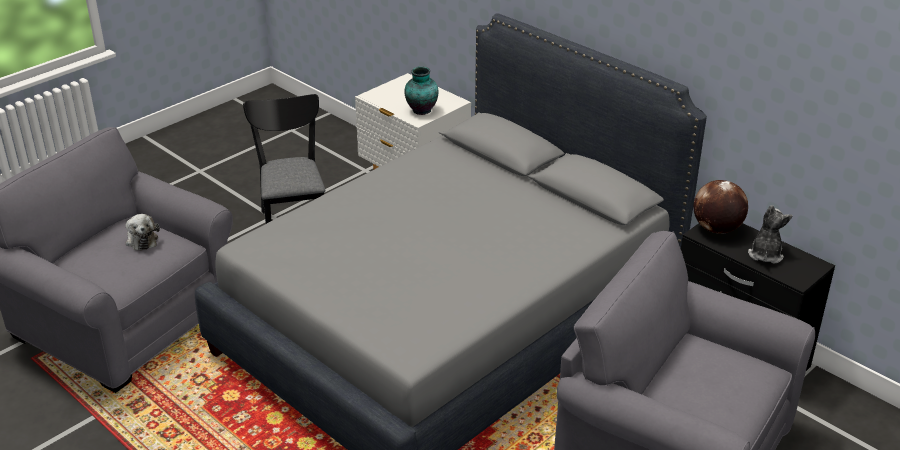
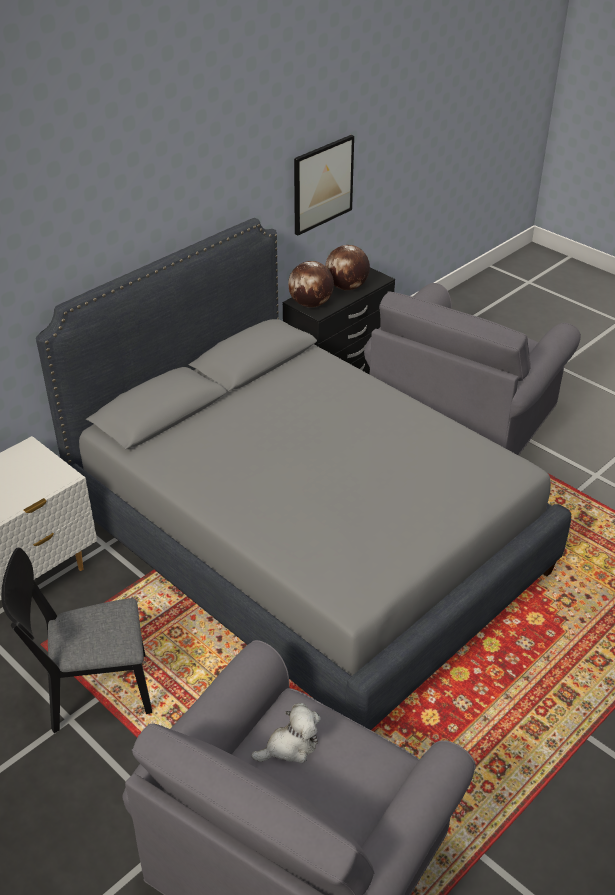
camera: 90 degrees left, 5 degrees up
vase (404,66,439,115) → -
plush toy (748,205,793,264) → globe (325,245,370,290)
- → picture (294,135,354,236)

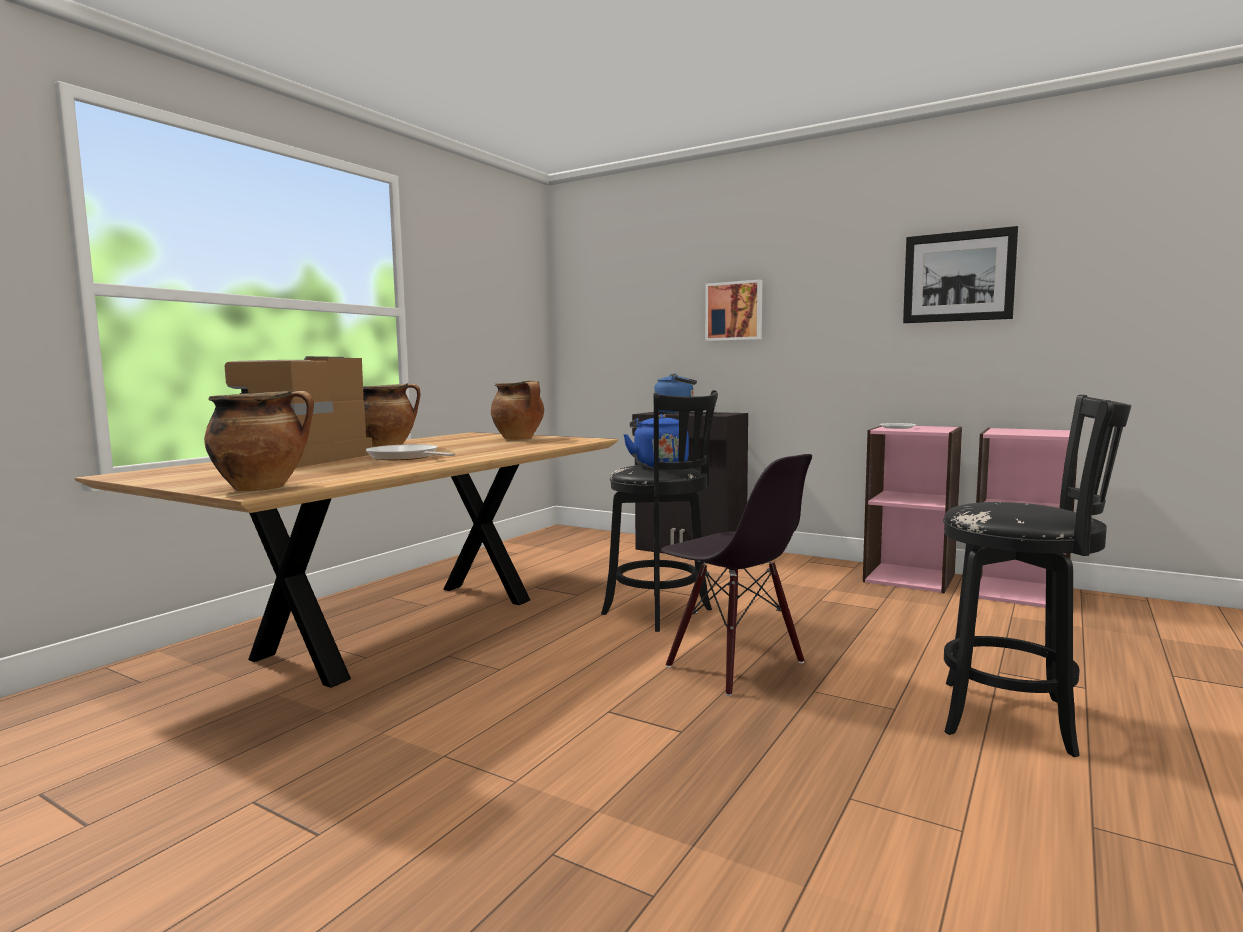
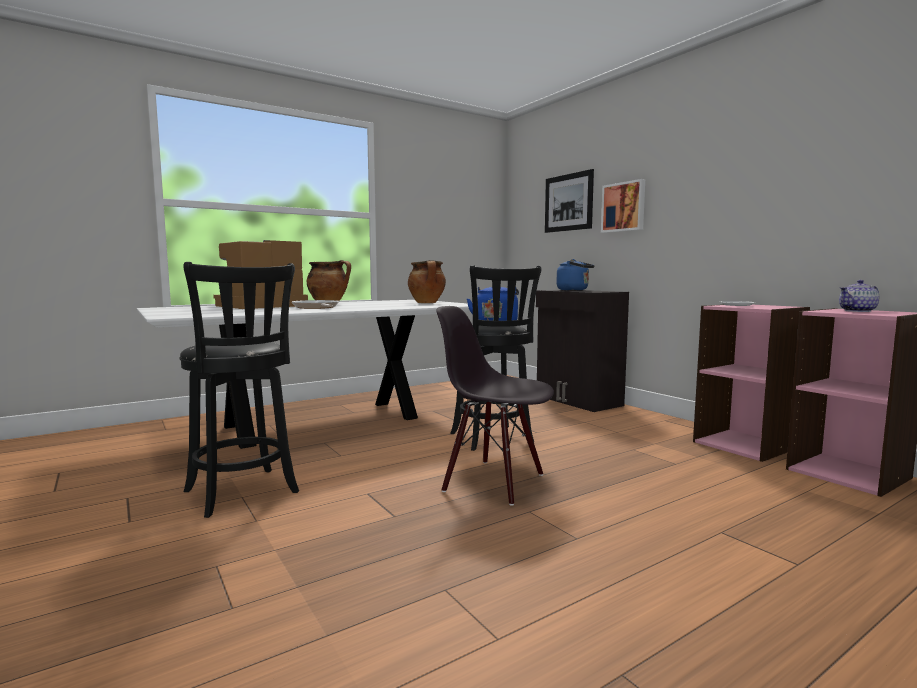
camera: 25 degrees right, 0 degrees up
brown dining table (75,432,618,688) → white dining table (136,300,471,449)
cooking pot (204,390,314,491) → -
black chair (661,454,812,696) → black chair (436,306,554,506), 135 degrees clockwise
picture (903,226,1018,323) → picture (545,169,594,233), shifted
black stool (943,395,1131,757) → black stool (179,262,299,518), shifted
- → teapot (839,280,879,312)

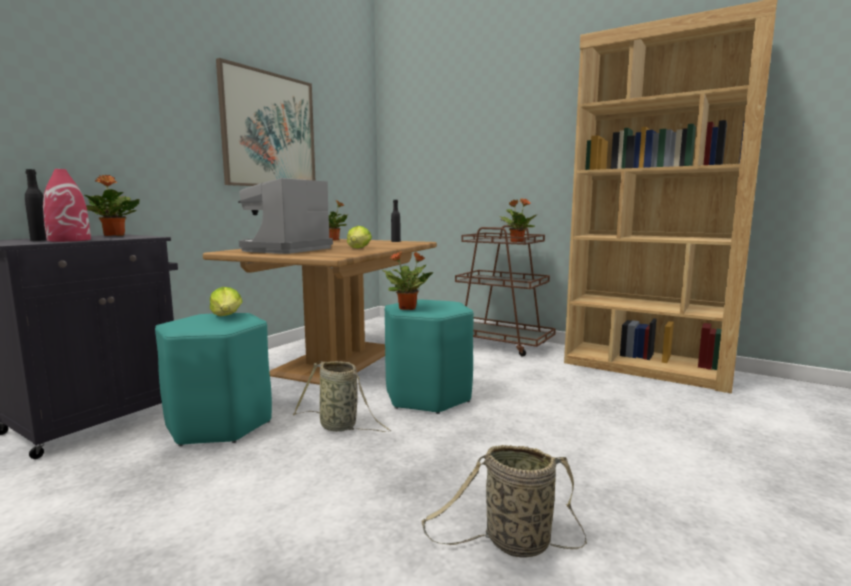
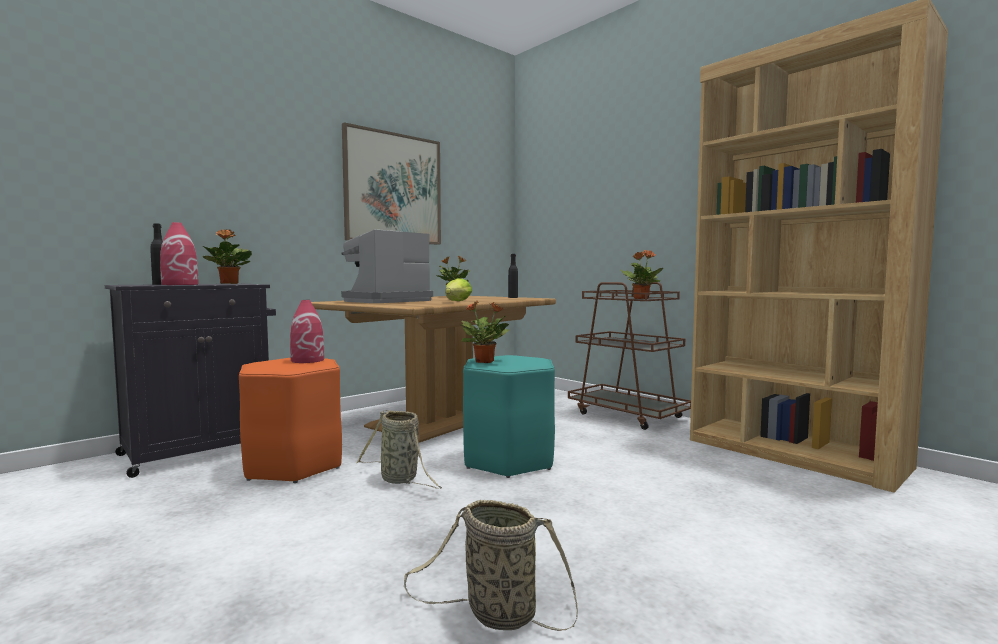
camera: 15 degrees right, 5 degrees down
turquoise stool (155,313,272,446) → orange stool (239,358,342,483)
lettuce (210,287,243,316) → red vase (290,300,324,363)

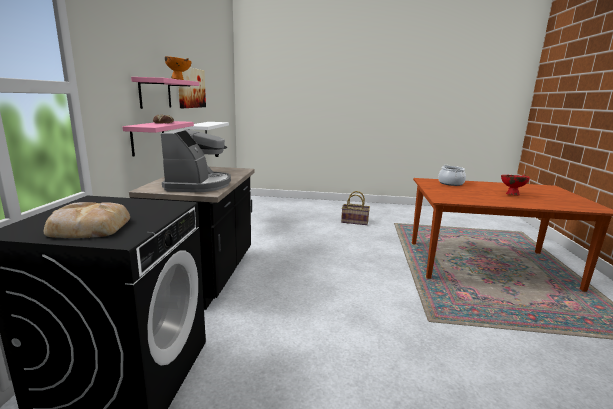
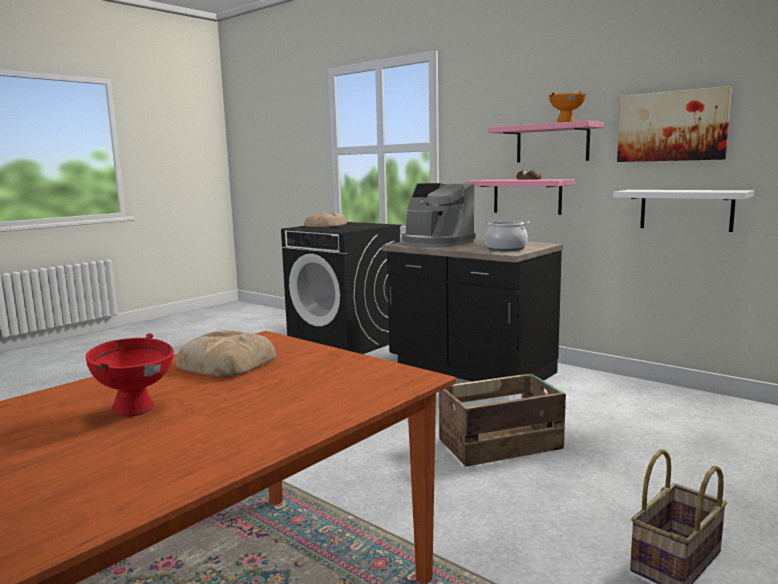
camera: 125 degrees right, 5 degrees down
cooking pot (438,165,466,186) → cooking pot (483,221,530,251), shifted
- → bread (176,330,276,377)
- → crate (439,373,566,467)

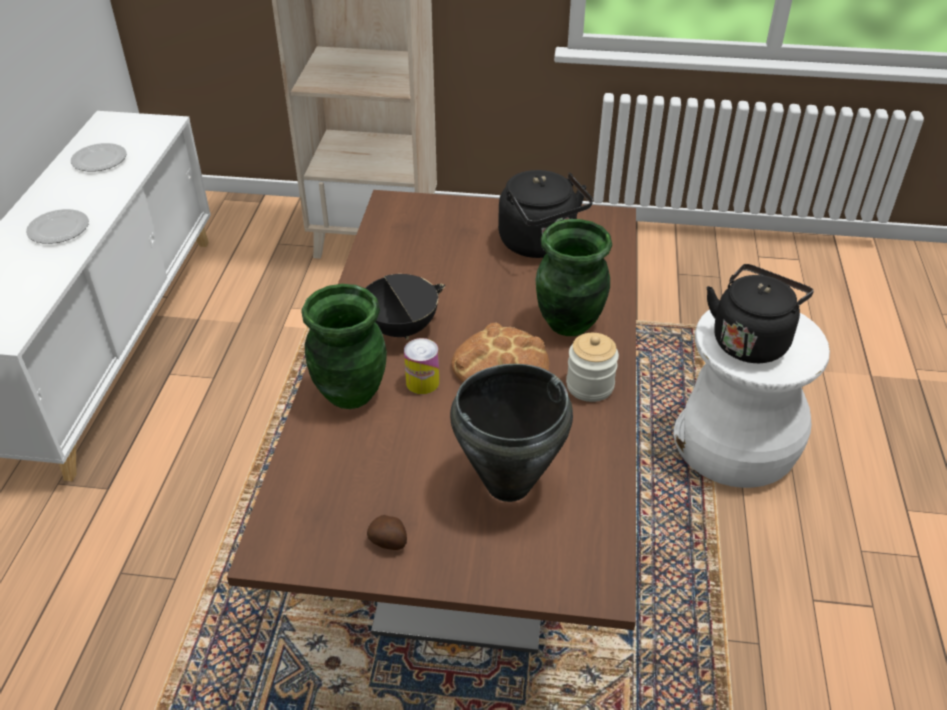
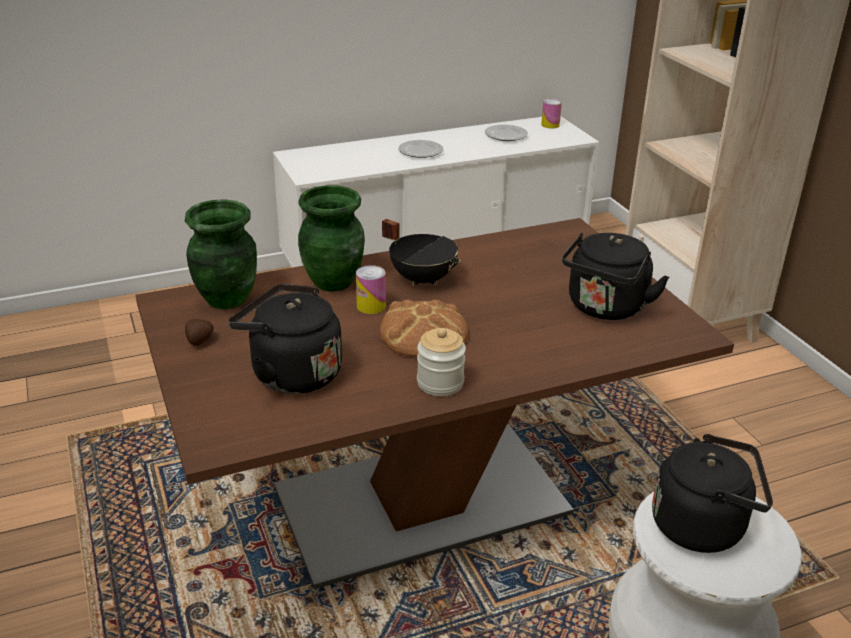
camera: 60 degrees right, 10 degrees down
black cooking pot (450,364,573,502) → black kettle (228,284,342,394)
green vase (535,219,612,336) → green vase (185,199,257,309), shifted
- → can (541,99,562,128)

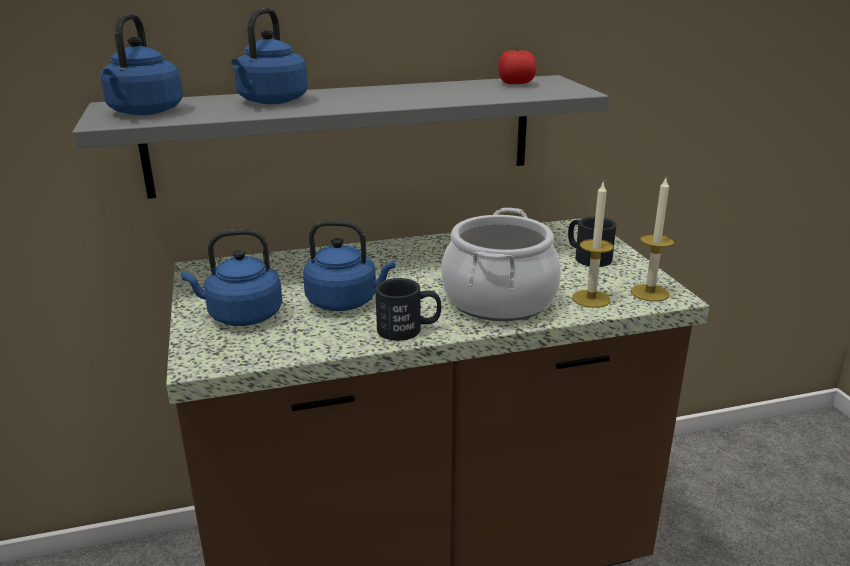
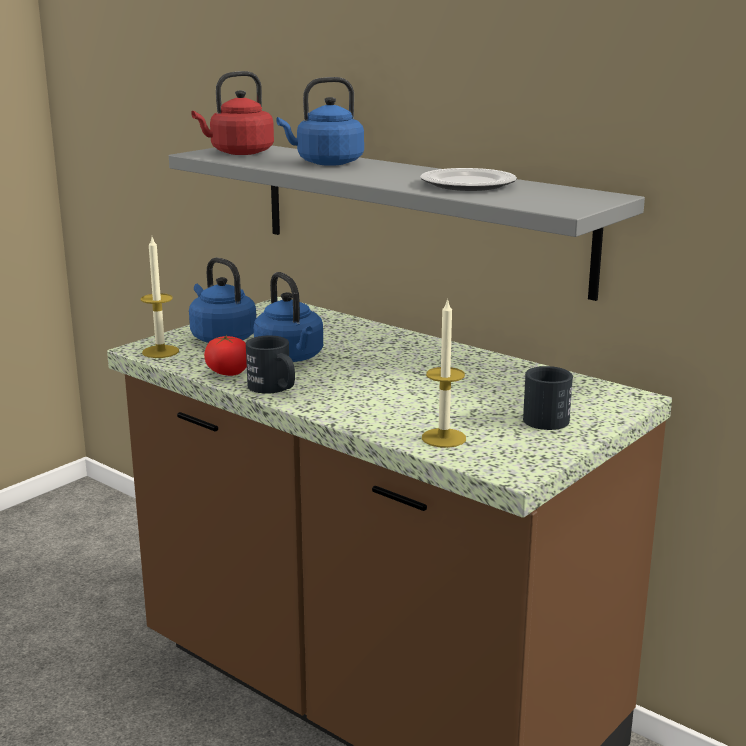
camera: 55 degrees right, 5 degrees down
blue kettle (100,13,183,115) → red kettle (191,71,274,155)
cooking pot (441,208,561,321) → -
tomato (498,49,536,84) → tomato (204,335,247,376), shifted
candle (631,178,674,302) → candle (141,237,179,358), shifted
- → plate (420,168,517,191)

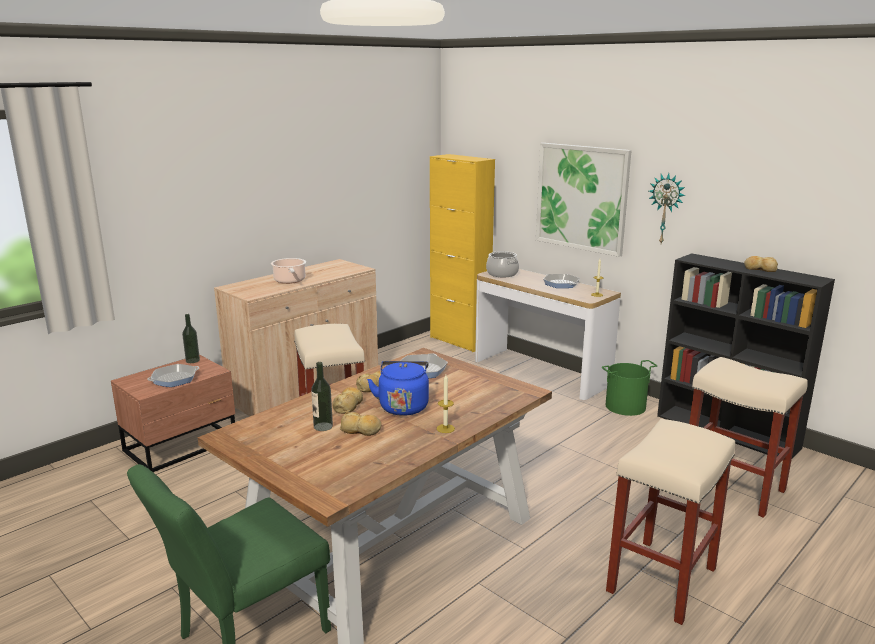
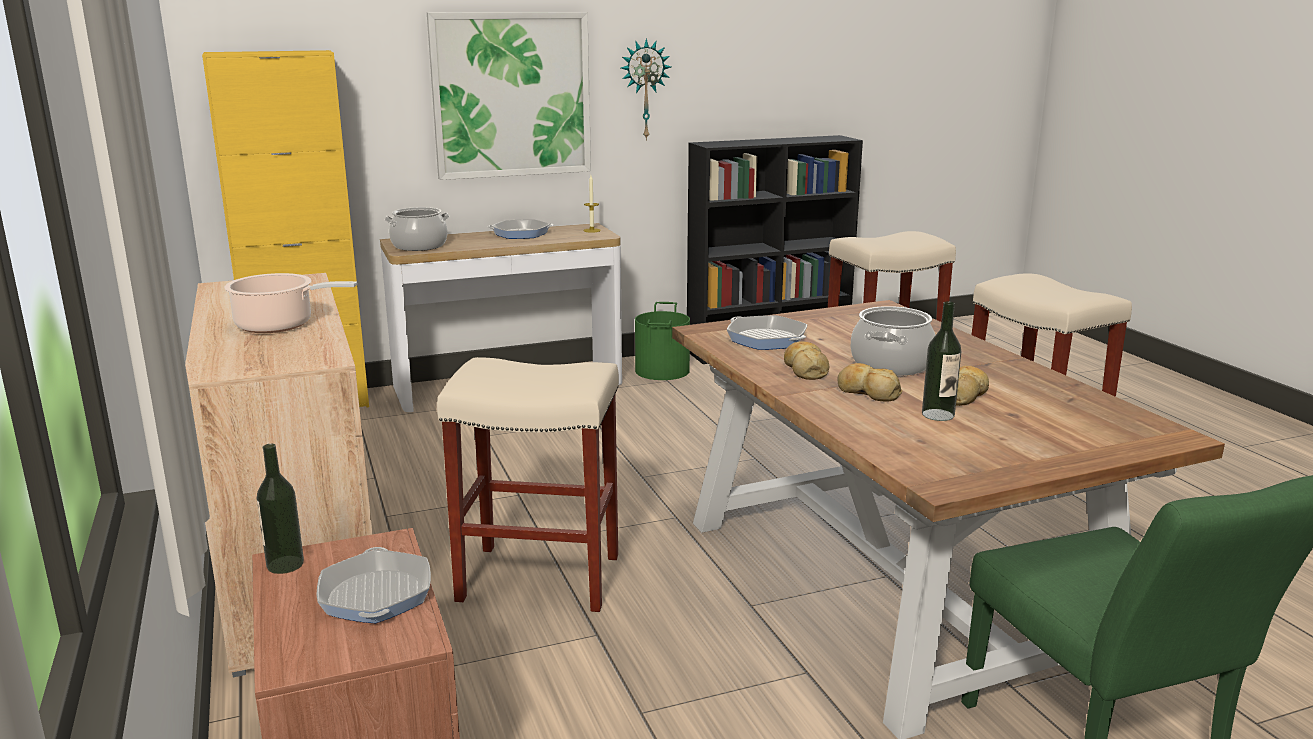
camera: 65 degrees left, 0 degrees up
blue kettle (367,361,429,416) → cooking pot (851,306,935,376)
candle (436,375,455,433) → -
bread (744,256,778,272) → -

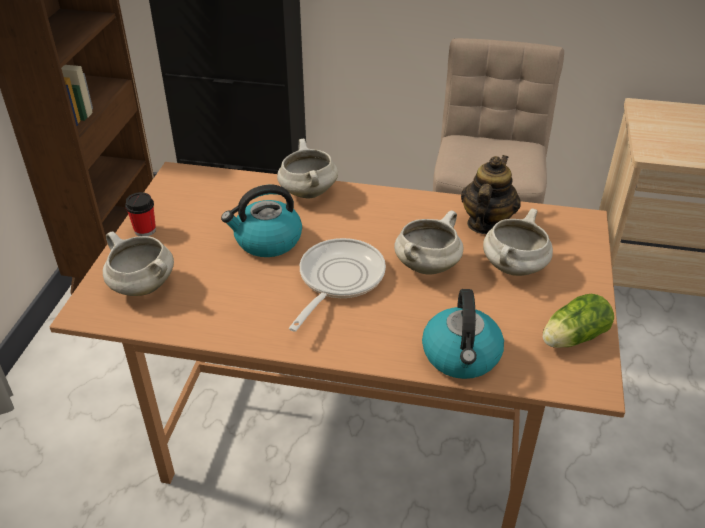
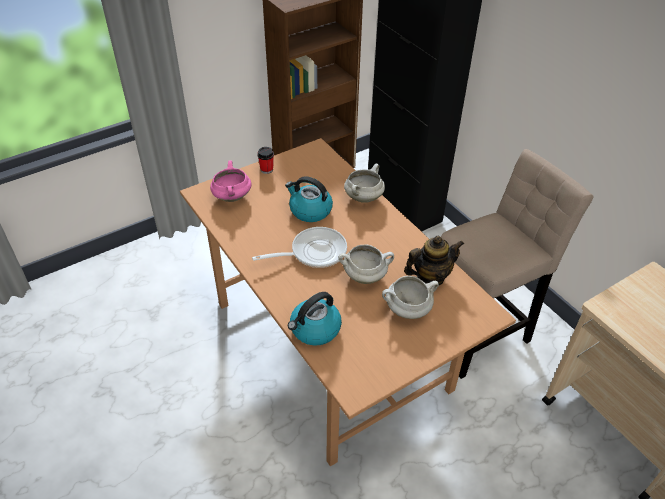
camera: 45 degrees right, 5 degrees up
white cooking pot (103,231,174,296) → pink cooking pot (210,160,252,202)
lettuce (543,294,614,348) → -

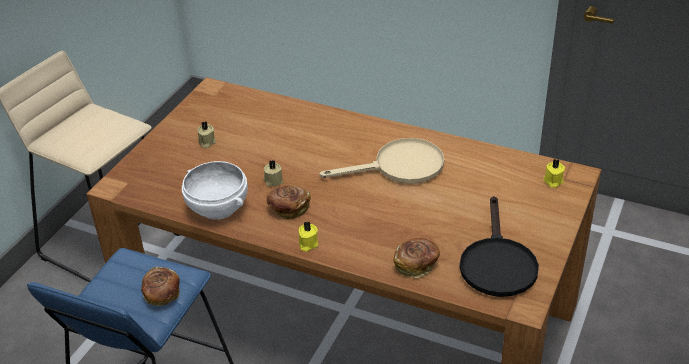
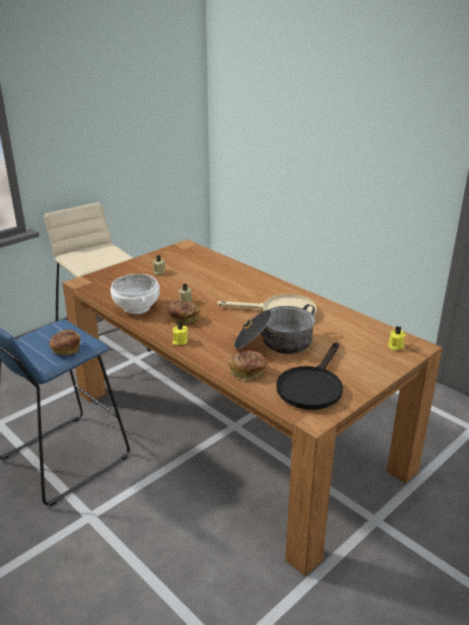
camera: 20 degrees right, 10 degrees down
- → cooking pot (234,304,315,354)

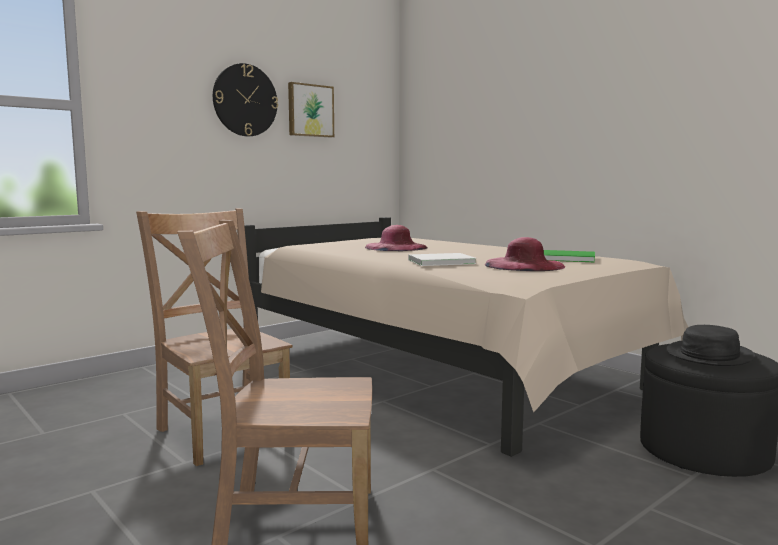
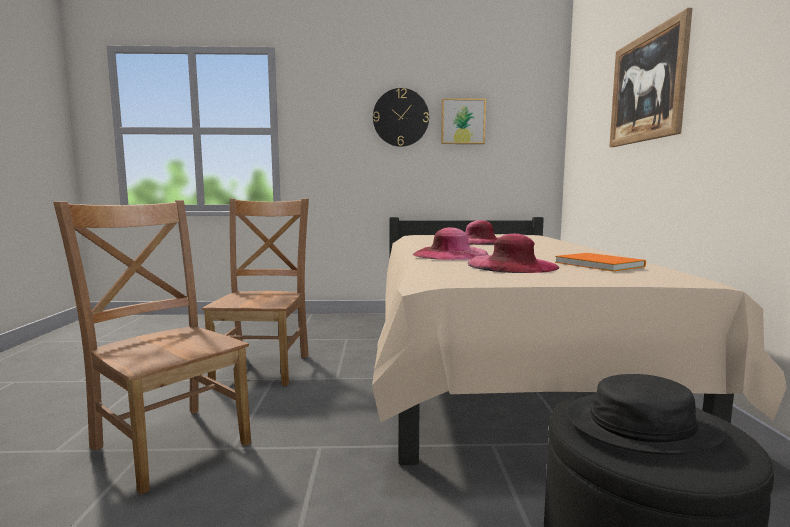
camera: 40 degrees right, 0 degrees up
white book (408,253,476,266) → pink hat (413,227,488,260)
green book (544,250,595,263) → orange book (555,253,646,272)
- → picture (609,8,692,147)

